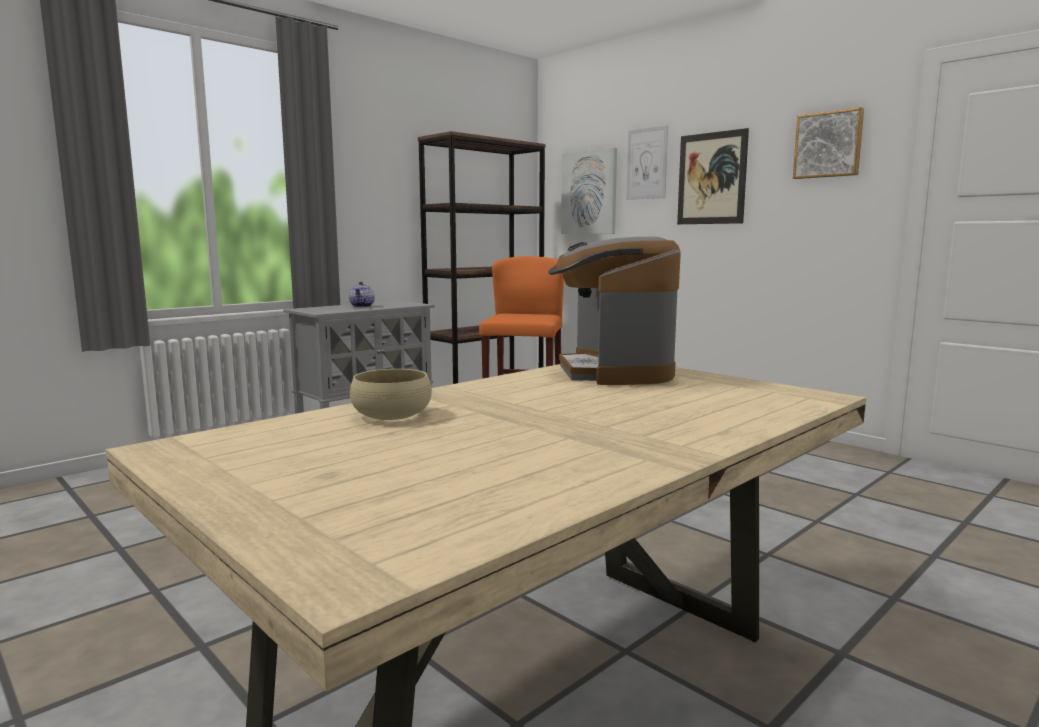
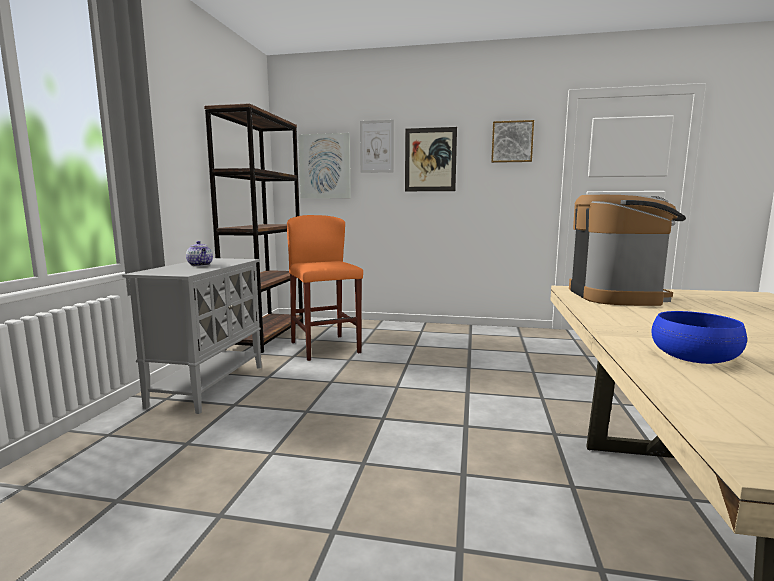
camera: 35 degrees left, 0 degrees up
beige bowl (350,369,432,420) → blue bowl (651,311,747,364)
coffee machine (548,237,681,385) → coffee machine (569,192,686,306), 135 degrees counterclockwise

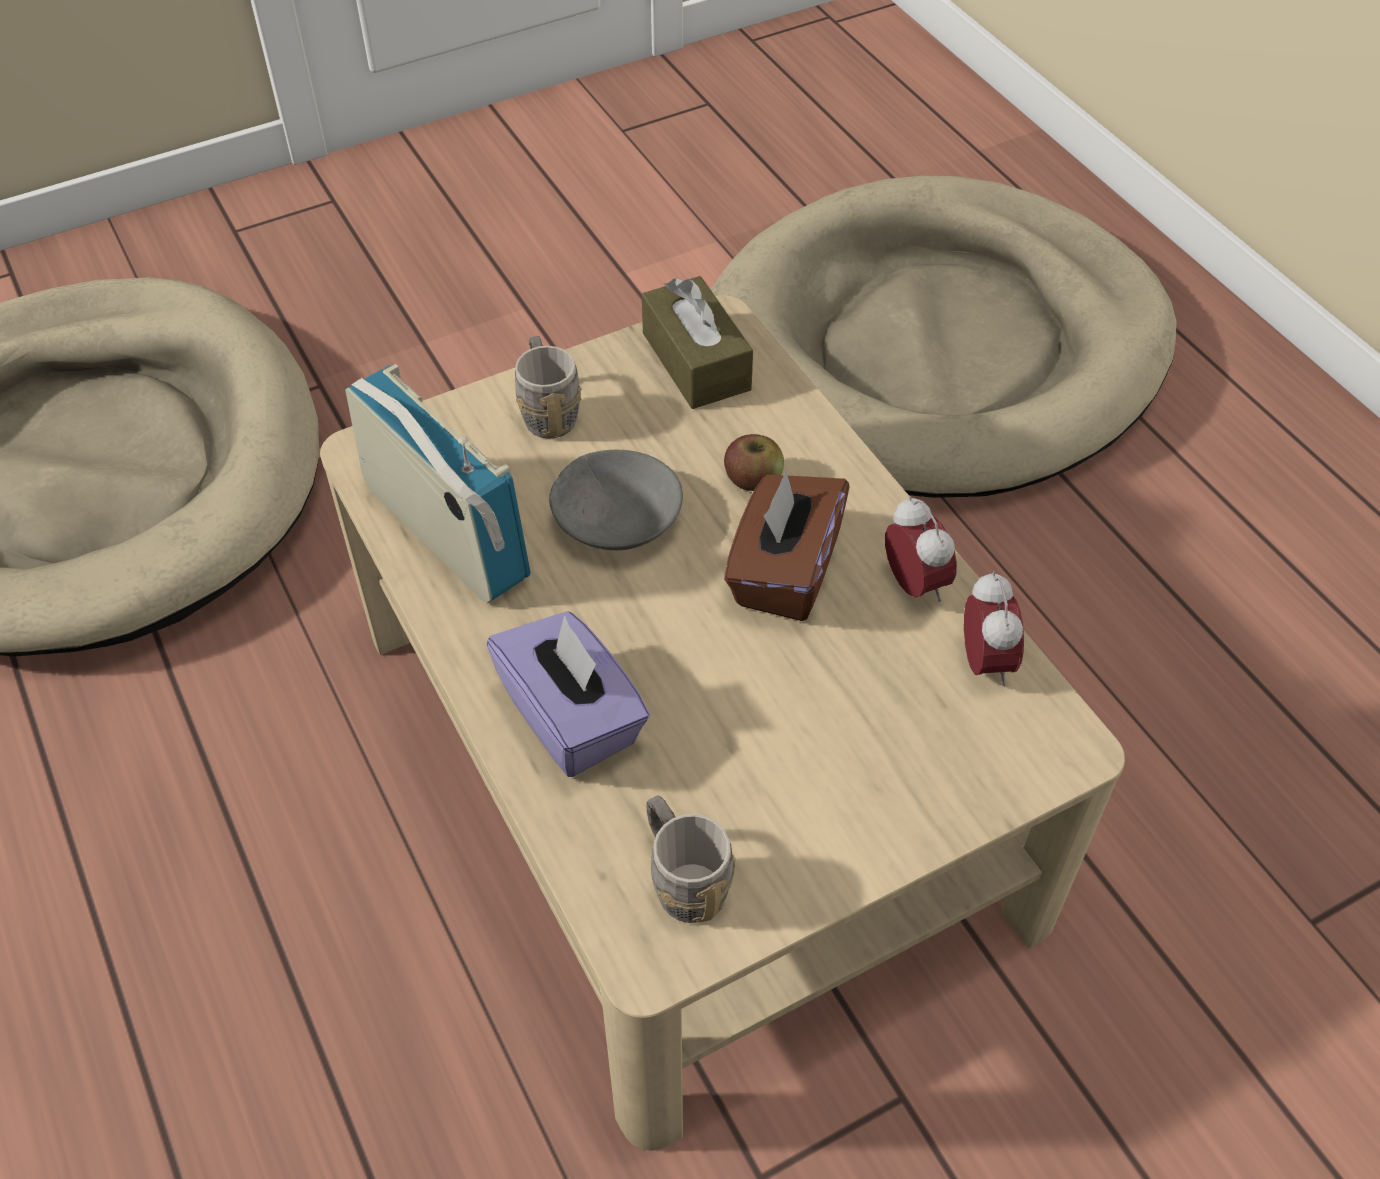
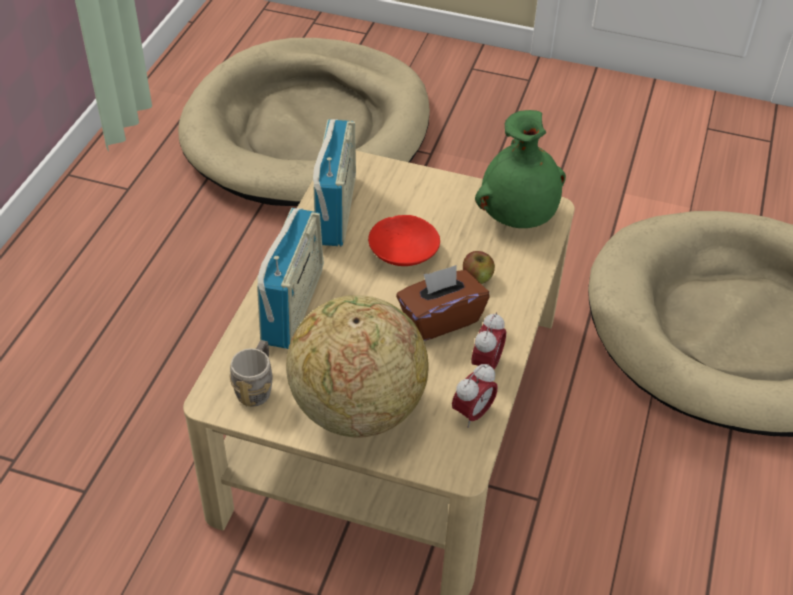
camera: 45 degrees right, 5 degrees down
purple tissue box (487,611,650,777) → radio (257,208,323,349)
grey mug (515,336,582,439) → -
grey bowl (549,450,683,550) → red bowl (368,215,440,266)
brown tissue box (642,276,753,409) → green vase (475,110,566,228)
- → globe (286,295,428,438)

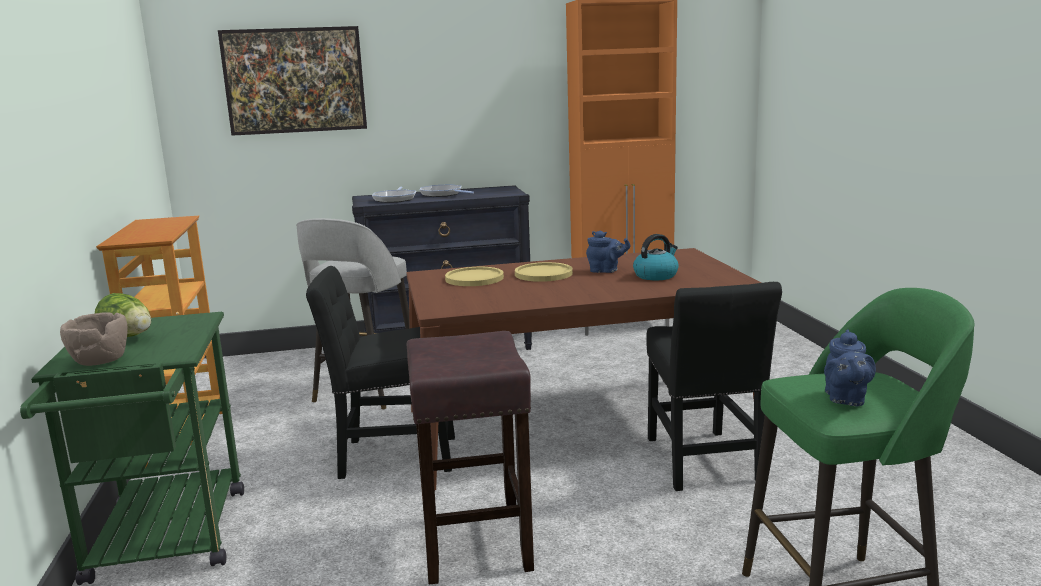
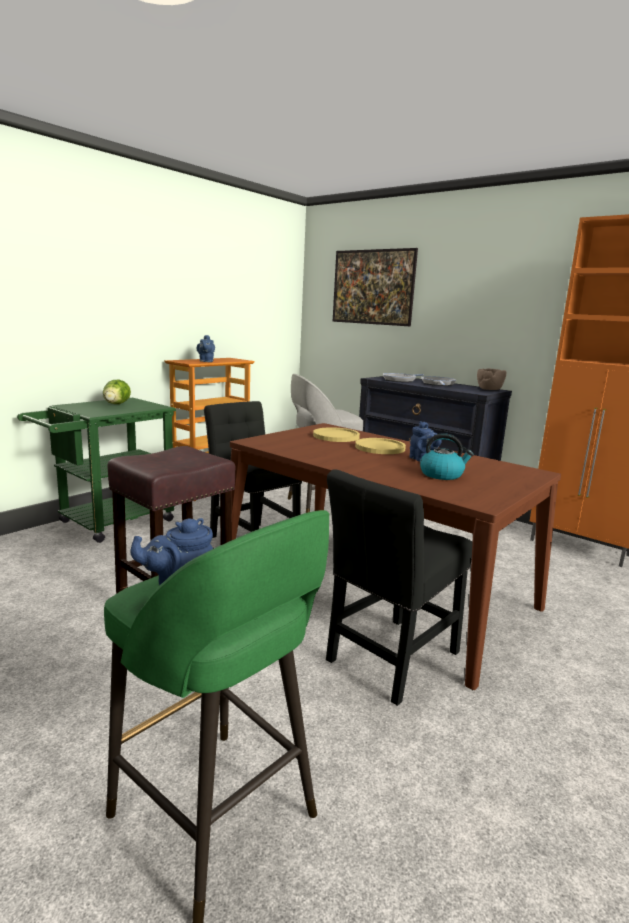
camera: 50 degrees right, 0 degrees up
brown bowl (60,312,128,366) → brown bowl (477,368,506,390), shifted
- → blue teapot (197,335,215,362)

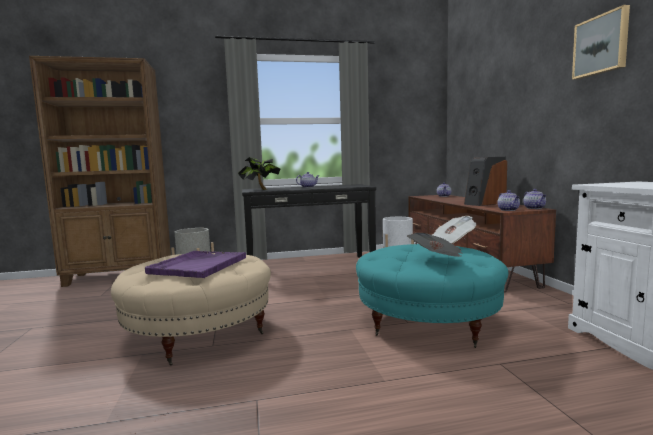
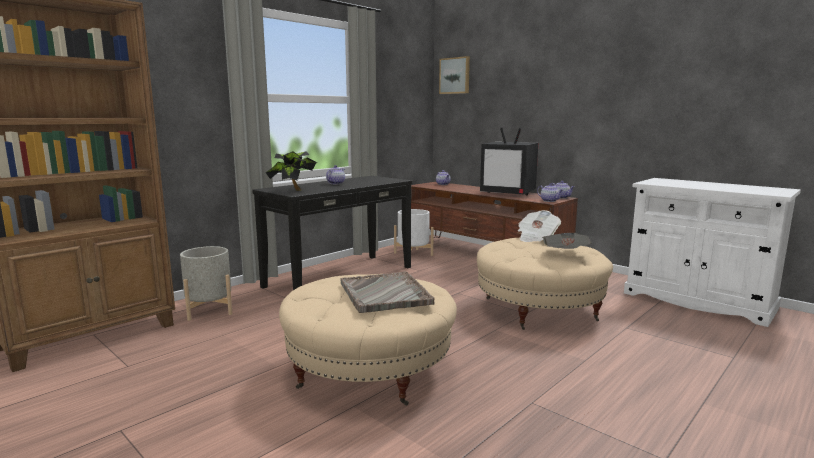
camera: 35 degrees left, 5 degrees up
purple tray (145,251,246,278) → grey tray (340,271,435,313)
turquoise ottoman (356,244,508,348) → beige ottoman (477,238,613,330)
speaker (464,157,507,206) → television (480,127,538,195)
picture (572,5,630,80) → picture (439,56,470,94), shifted

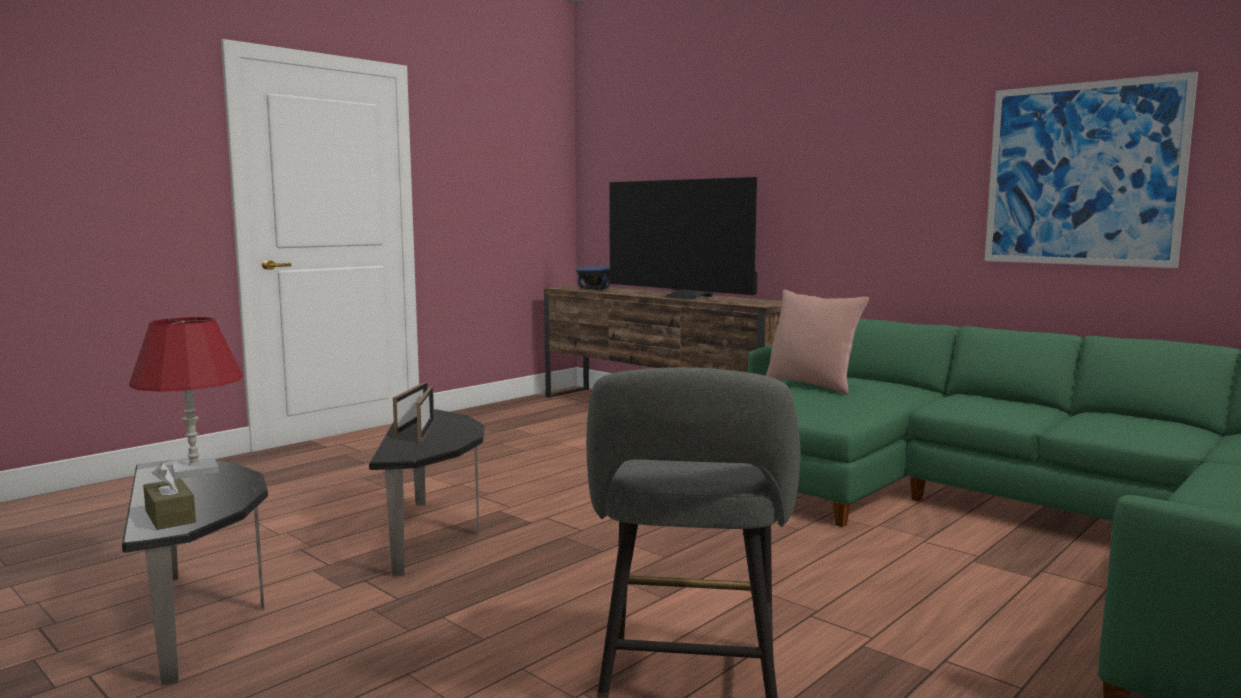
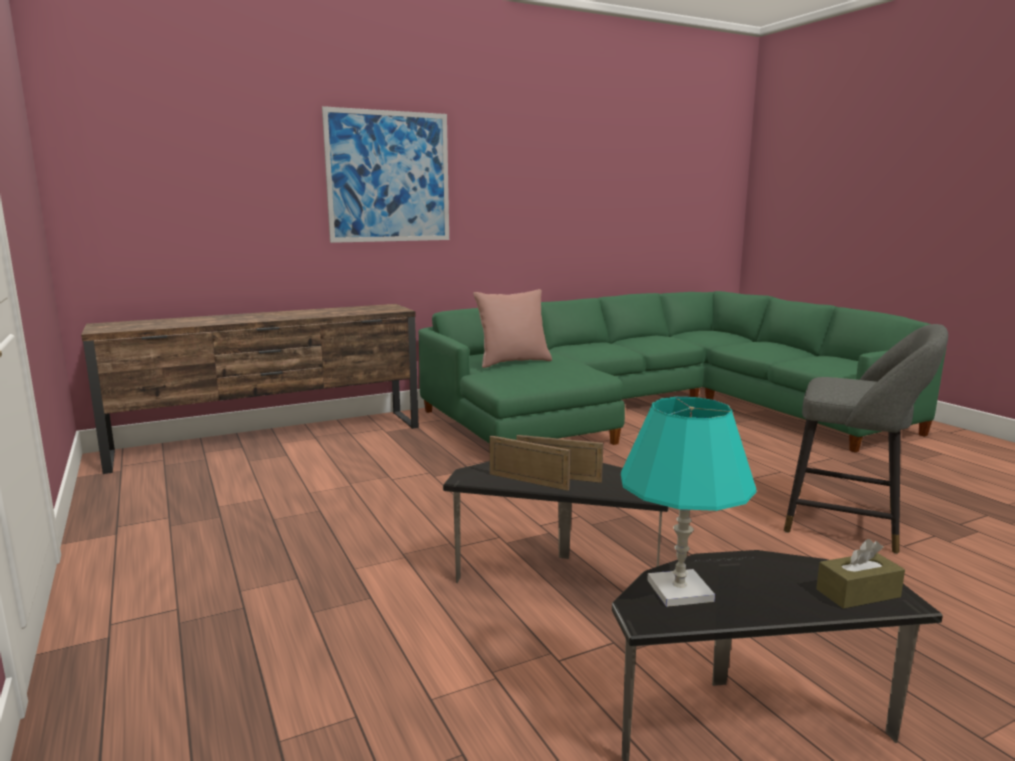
camera: 70 degrees left, 5 degrees up
red table lamp (129,317,243,479) → turquoise table lamp (621,397,756,607)
blue bowl (575,266,610,290) → -
television (610,177,758,299) → -
picture (985,72,1198,268) → picture (322,106,449,243), shifted

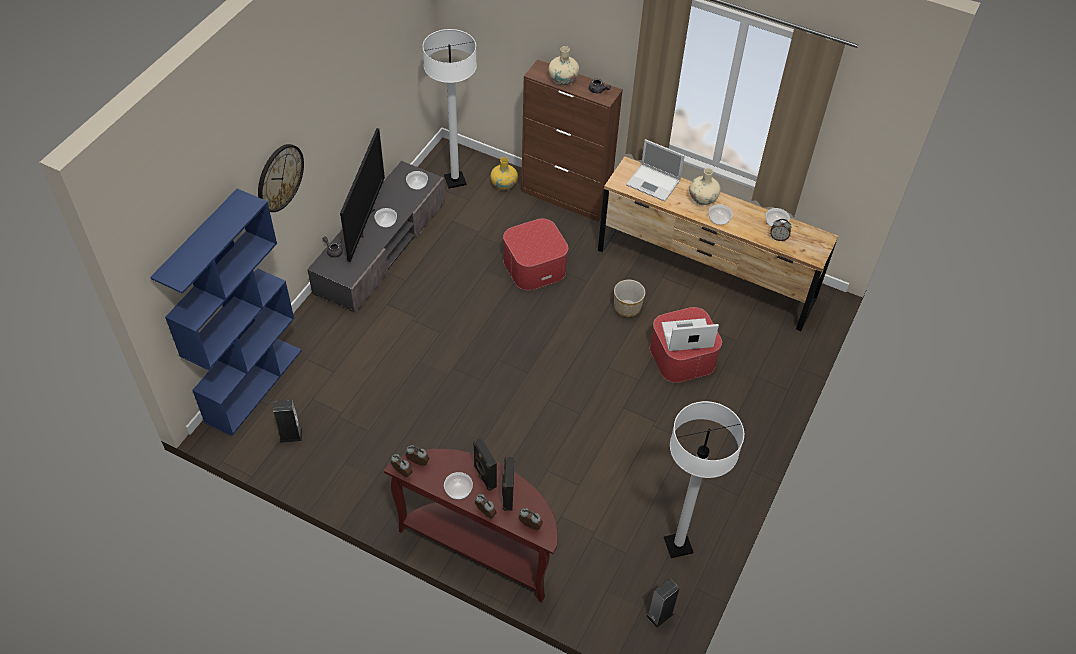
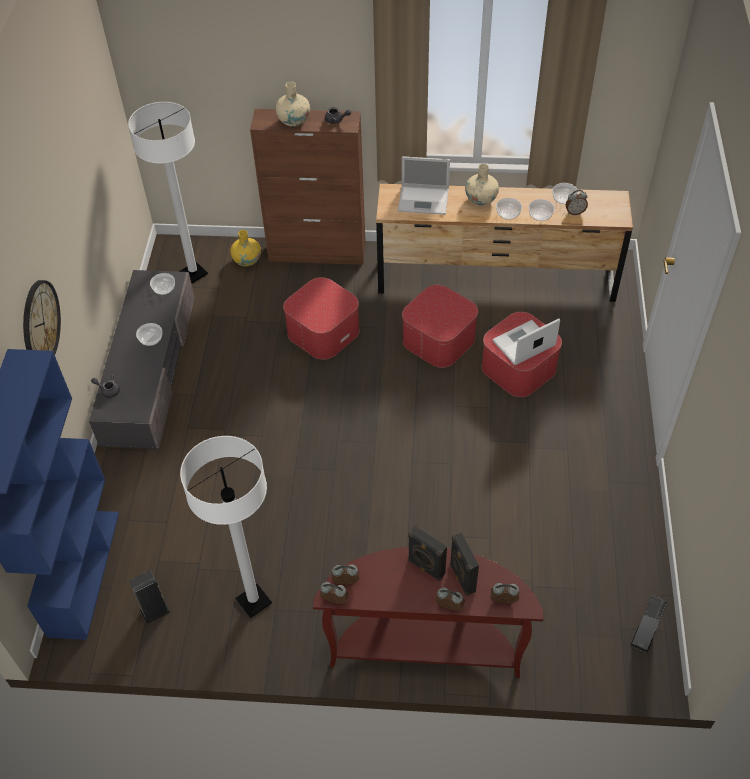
camera: 20 degrees left, 0 degrees up
television (340,128,385,262) → -
bowl (444,472,473,500) → bowl (529,199,555,221), shifted
planter (614,280,645,317) → ottoman (402,285,478,368)
white floor lamp (664,401,744,558) → white floor lamp (180,436,272,618), shifted

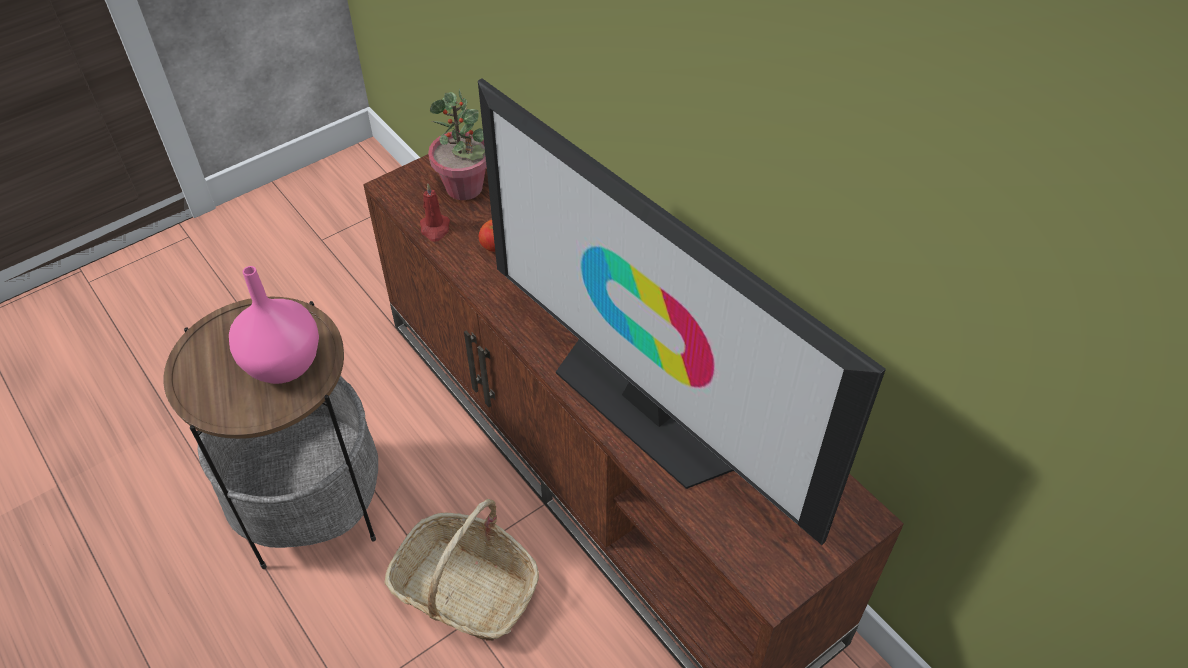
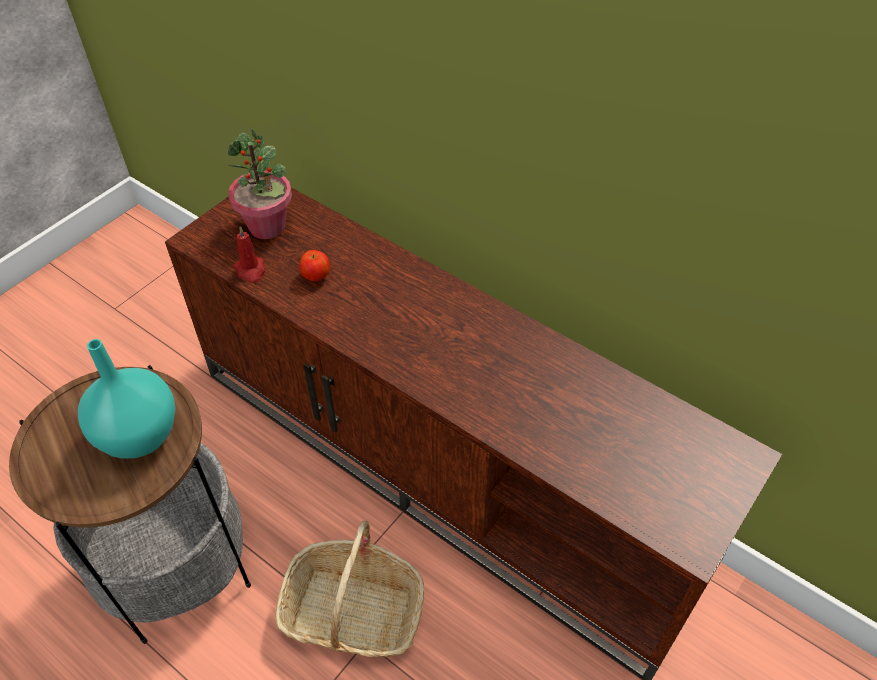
camera: 15 degrees left, 0 degrees up
pink vase (229,266,319,384) → turquoise vase (78,339,176,458)
television (478,78,886,545) → -

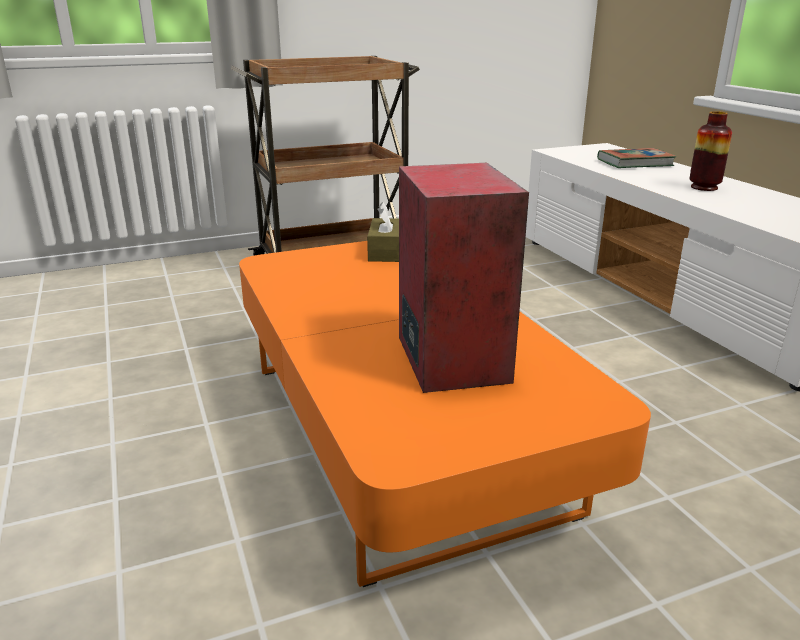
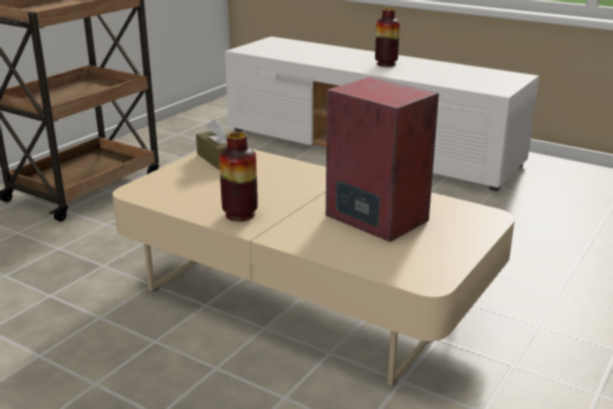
camera: 35 degrees left, 0 degrees up
orange coffee table (239,241,651,587) → beige coffee table (112,149,515,386)
book (597,148,676,168) → -
- → vase (219,132,258,221)

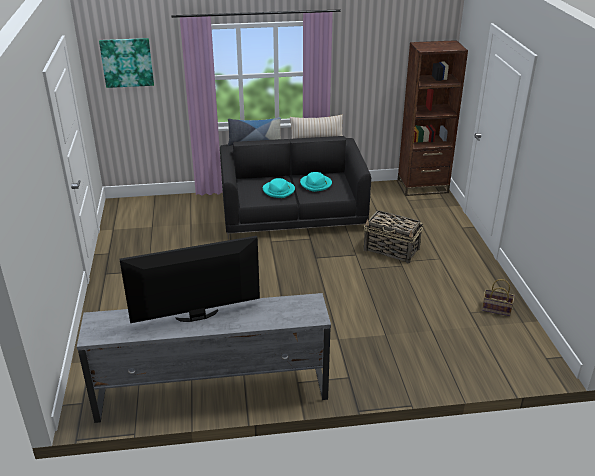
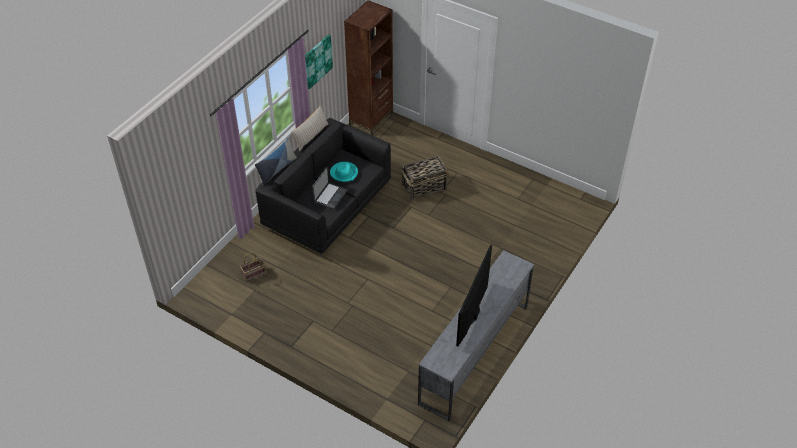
camera: 50 degrees left, 15 degrees up
picture (99,38,154,88) → picture (305,34,333,89), shifted
turquoise hat (263,178,295,198) → laptop (312,167,347,209)
basket (482,279,515,316) → basket (240,253,266,281), shifted

